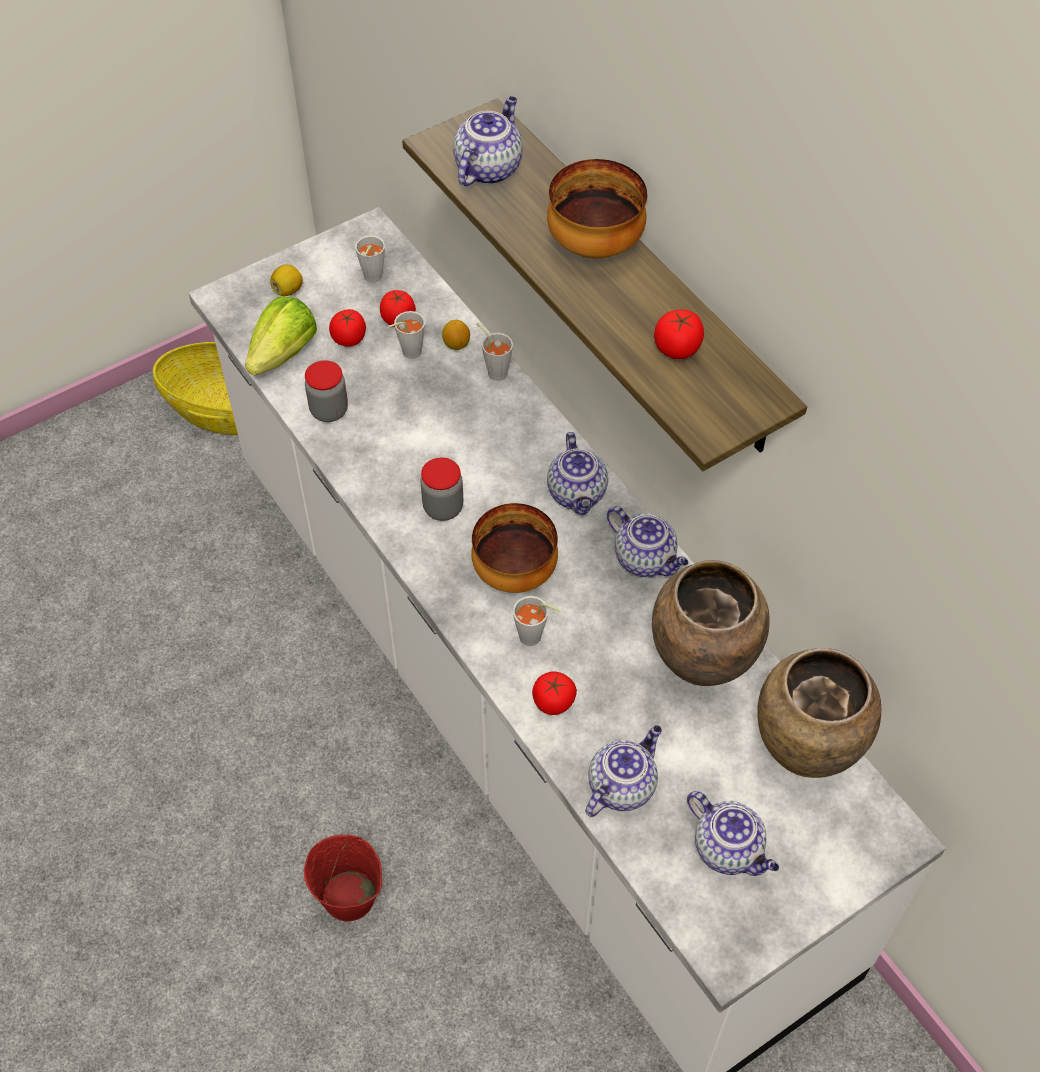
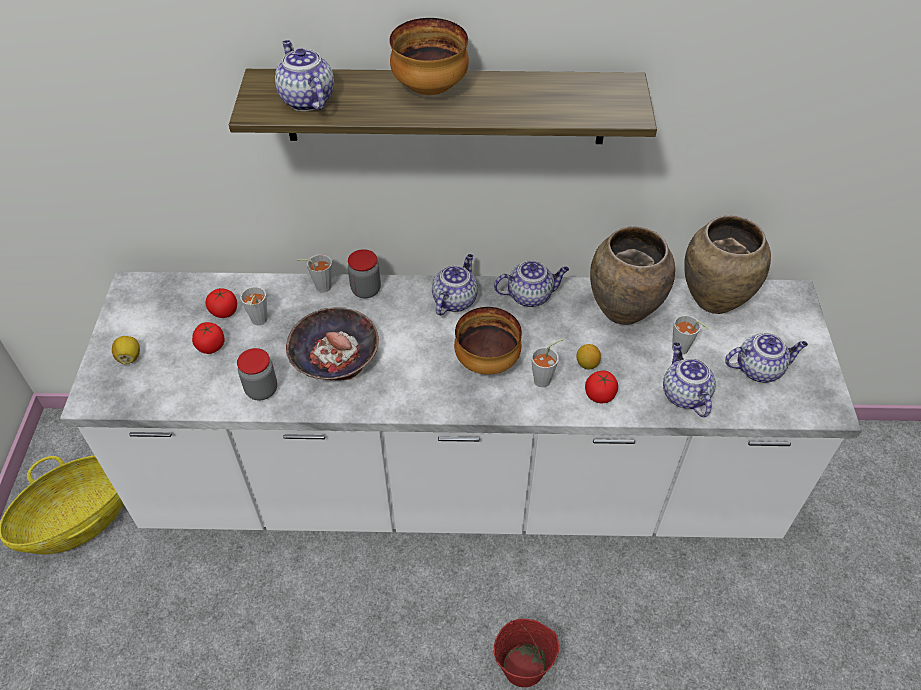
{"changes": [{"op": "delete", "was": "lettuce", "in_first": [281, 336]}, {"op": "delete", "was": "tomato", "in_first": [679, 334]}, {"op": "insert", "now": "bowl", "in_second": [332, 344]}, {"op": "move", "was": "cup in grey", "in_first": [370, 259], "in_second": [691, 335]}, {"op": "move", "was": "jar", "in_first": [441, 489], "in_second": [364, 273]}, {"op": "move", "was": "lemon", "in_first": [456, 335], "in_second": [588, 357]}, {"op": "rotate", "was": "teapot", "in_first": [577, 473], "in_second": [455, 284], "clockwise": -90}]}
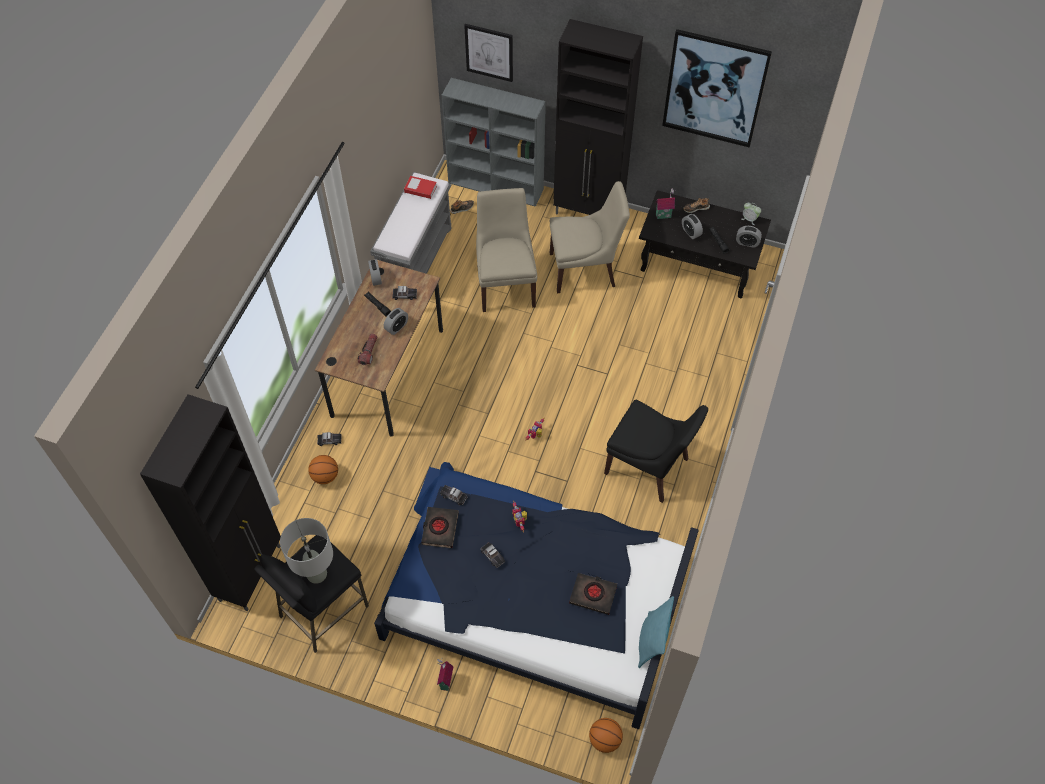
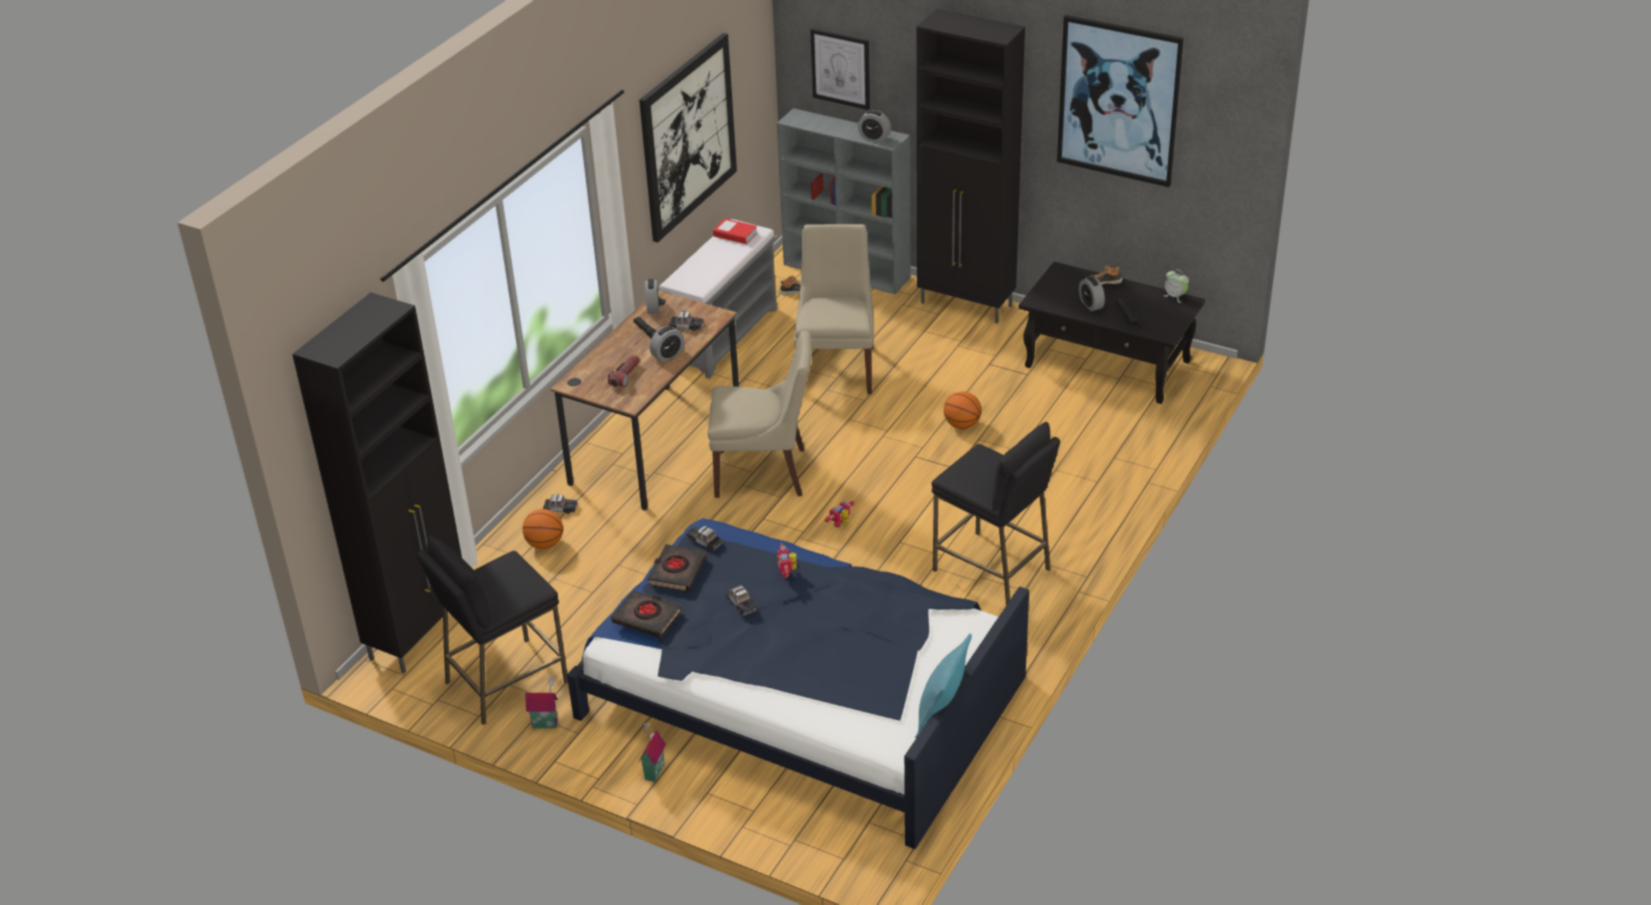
{"changes": [{"op": "delete", "was": "table lamp in grey", "in_first": [306, 551]}, {"op": "insert", "now": "picture", "in_second": [688, 137]}, {"op": "move", "was": "chair in beige", "in_first": [590, 237], "in_second": [760, 414]}, {"op": "move", "was": "book in black", "in_first": [593, 594], "in_second": [646, 614]}, {"op": "move", "was": "basketball", "in_first": [606, 735], "in_second": [962, 410]}, {"op": "move", "was": "toy house", "in_first": [665, 203], "in_second": [542, 702]}, {"op": "move", "was": "alarm clock", "in_first": [749, 237], "in_second": [874, 126]}, {"op": "replace", "was": "chair in black", "now": "stool in black", "in_first": [656, 451], "in_second": [996, 513]}]}
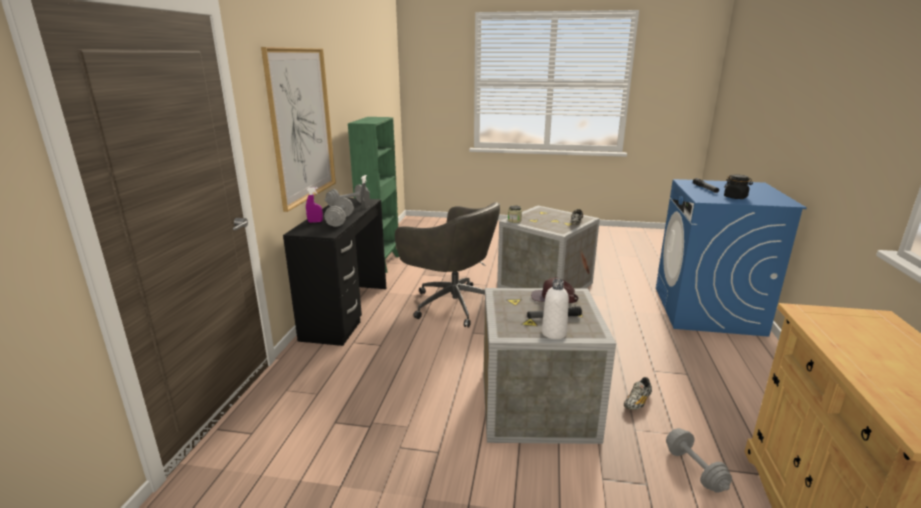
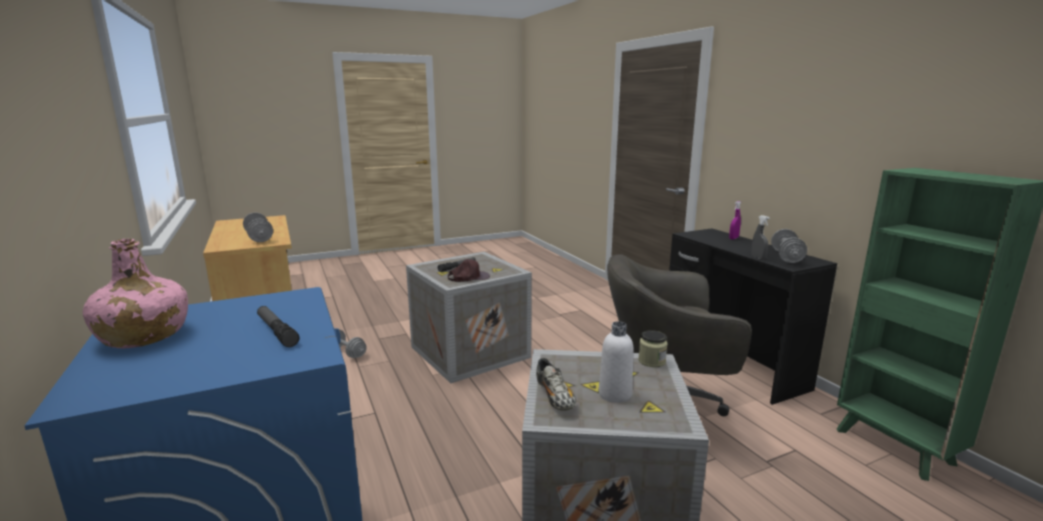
{"changes": [{"op": "delete", "was": "picture", "in_first": [298, 129]}, {"op": "delete", "was": "shoe", "in_first": [638, 393]}, {"op": "delete", "was": "jar in black", "in_first": [738, 186]}, {"op": "insert", "now": "bottle in pink", "in_second": [135, 293]}, {"op": "move", "was": "dumbbell in grey", "in_first": [339, 212], "in_second": [258, 227]}, {"op": "move", "was": "bottle in white", "in_first": [555, 309], "in_second": [616, 362]}]}
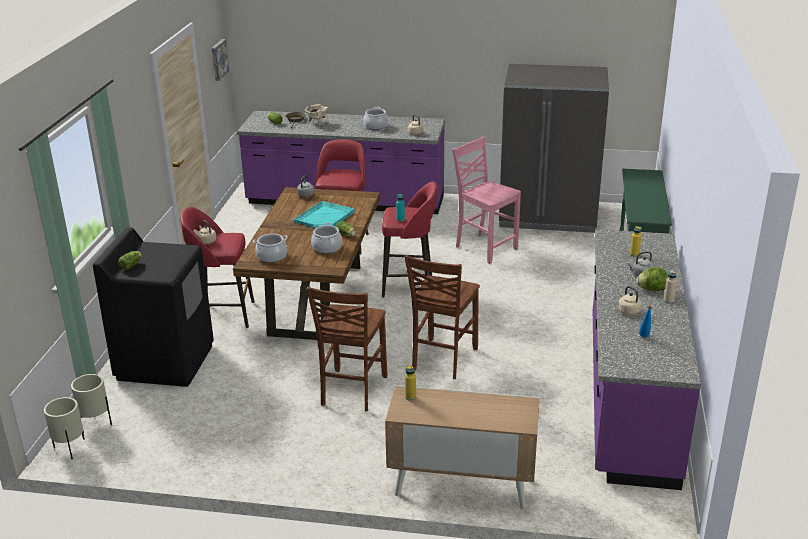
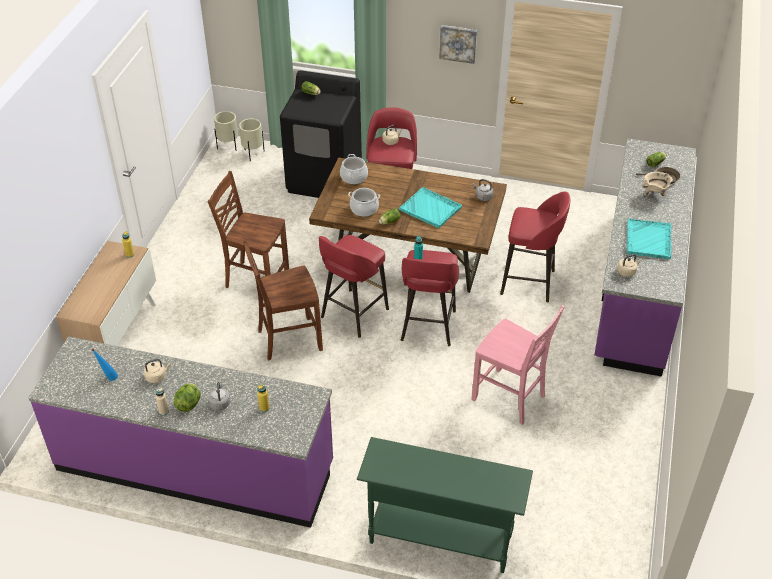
{"changes": [{"op": "delete", "was": "fridge in grey", "in_first": [554, 148]}, {"op": "insert", "now": "stool in red", "in_second": [354, 286]}, {"op": "move", "was": "picture", "in_first": [220, 60], "in_second": [458, 44]}, {"op": "replace", "was": "cooking pot", "now": "tray in turquoise", "in_first": [375, 118], "in_second": [648, 238]}, {"op": "rotate", "was": "chair in brown", "in_first": [442, 317], "in_second": [283, 299], "clockwise": -45}, {"op": "rotate", "was": "chair in pink", "in_first": [486, 200], "in_second": [518, 365], "clockwise": 75}]}
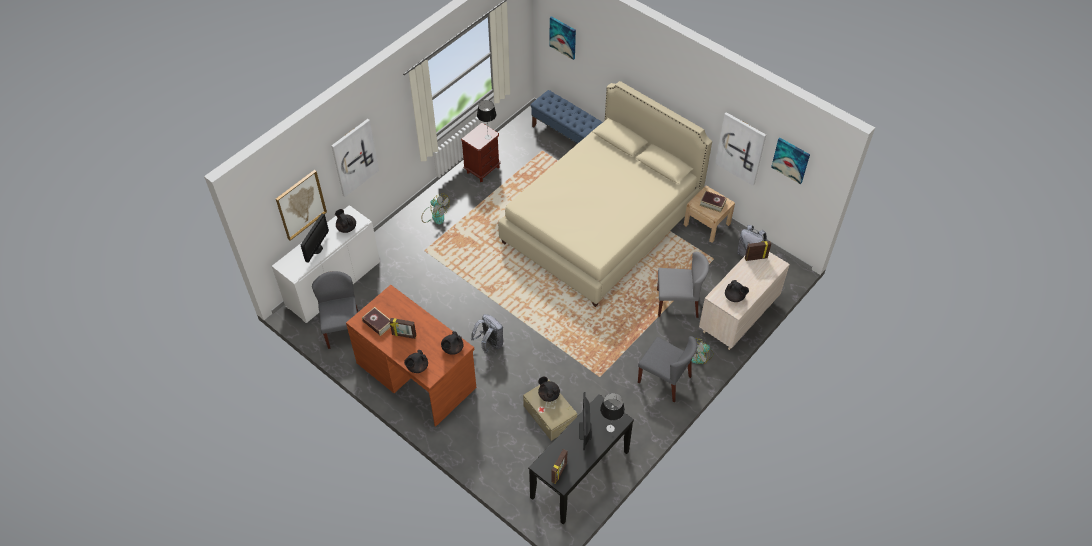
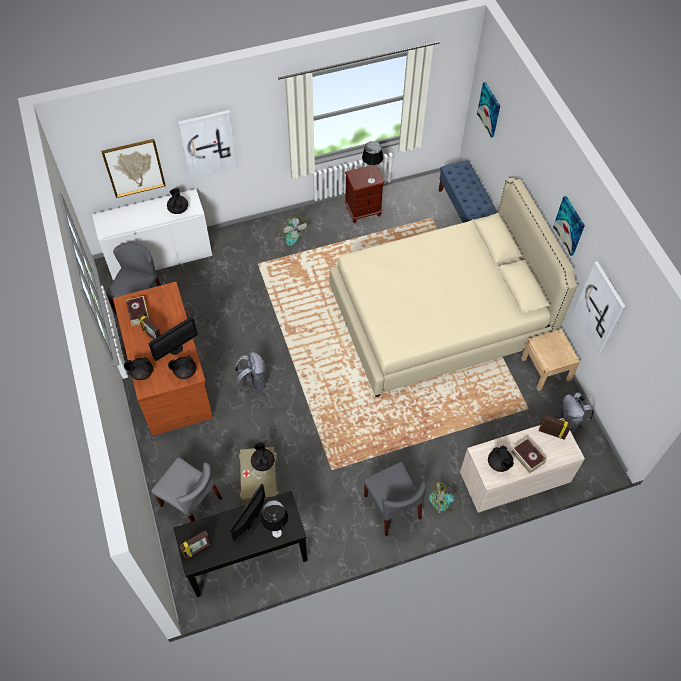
{"changes": [{"op": "move", "was": "monitor", "in_first": [315, 238], "in_second": [173, 339]}, {"op": "move", "was": "chair in grey", "in_first": [683, 285], "in_second": [186, 489]}, {"op": "move", "was": "book", "in_first": [713, 202], "in_second": [528, 455]}, {"op": "move", "was": "picture", "in_first": [790, 161], "in_second": [569, 226]}]}
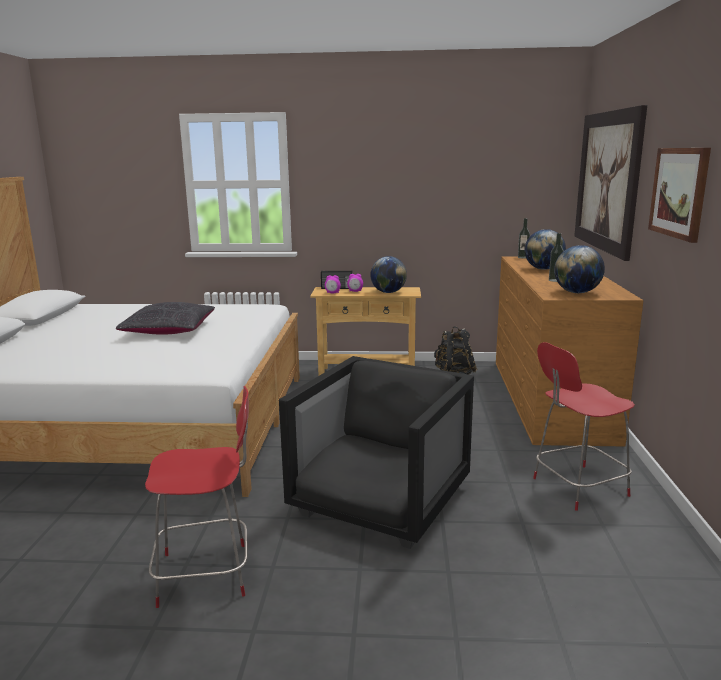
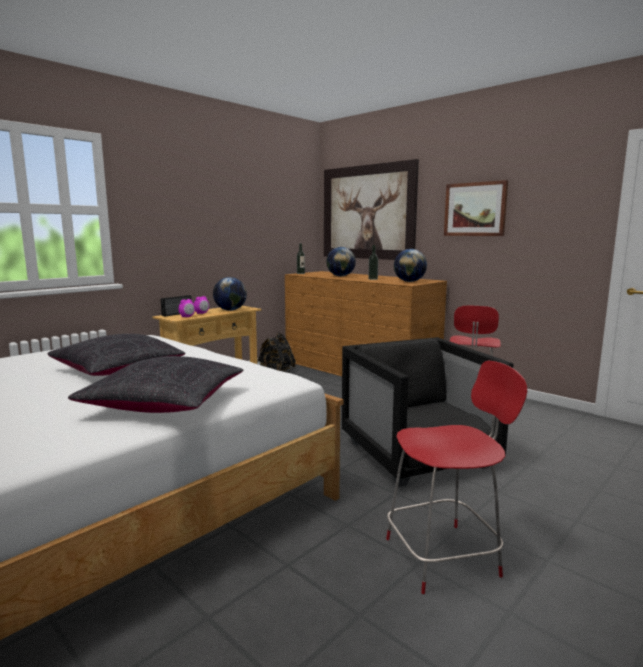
{"changes": [{"op": "insert", "now": "pillow in black", "in_second": [155, 384]}, {"op": "rotate", "was": "chair in red", "in_first": [197, 497], "in_second": [456, 477], "clockwise": 45}]}
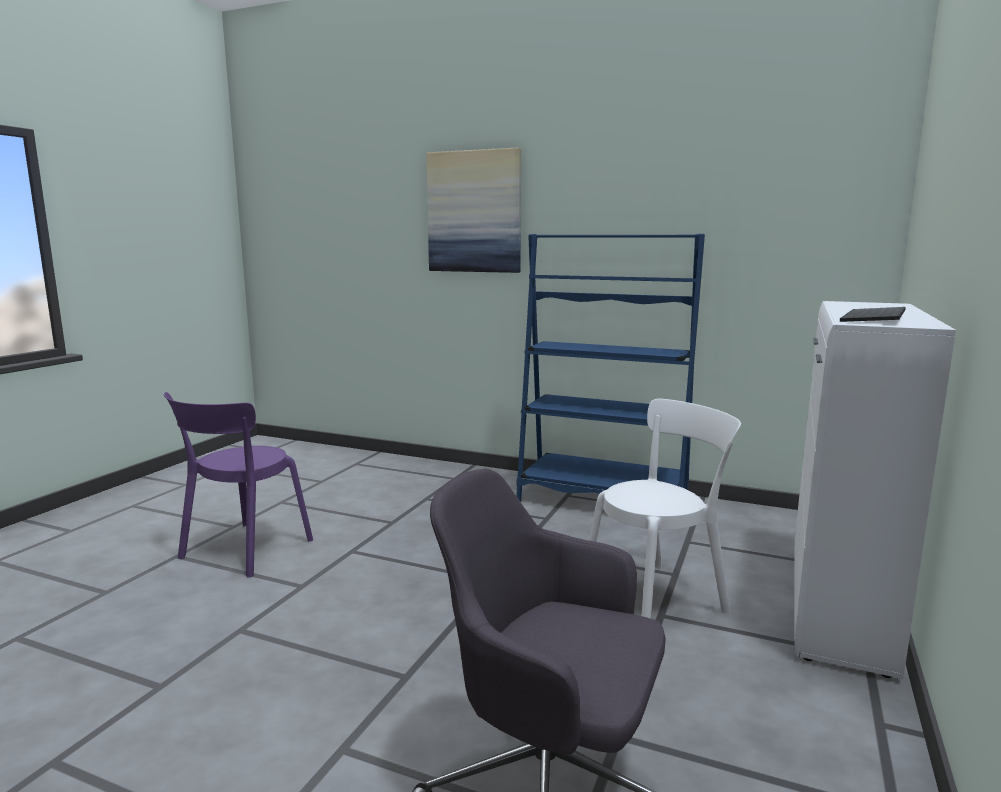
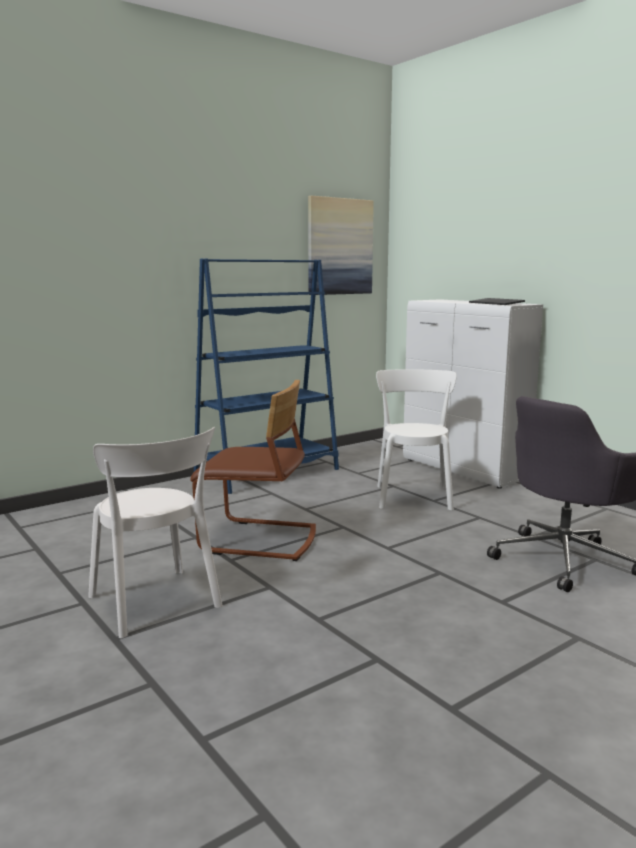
{"changes": [{"op": "insert", "now": "chair in brown", "in_second": [253, 470]}, {"op": "move", "was": "picture", "in_first": [473, 210], "in_second": [341, 245]}, {"op": "recolor", "was": "chair in purple", "now": "chair in white", "in_first": [238, 485], "in_second": [155, 532]}]}
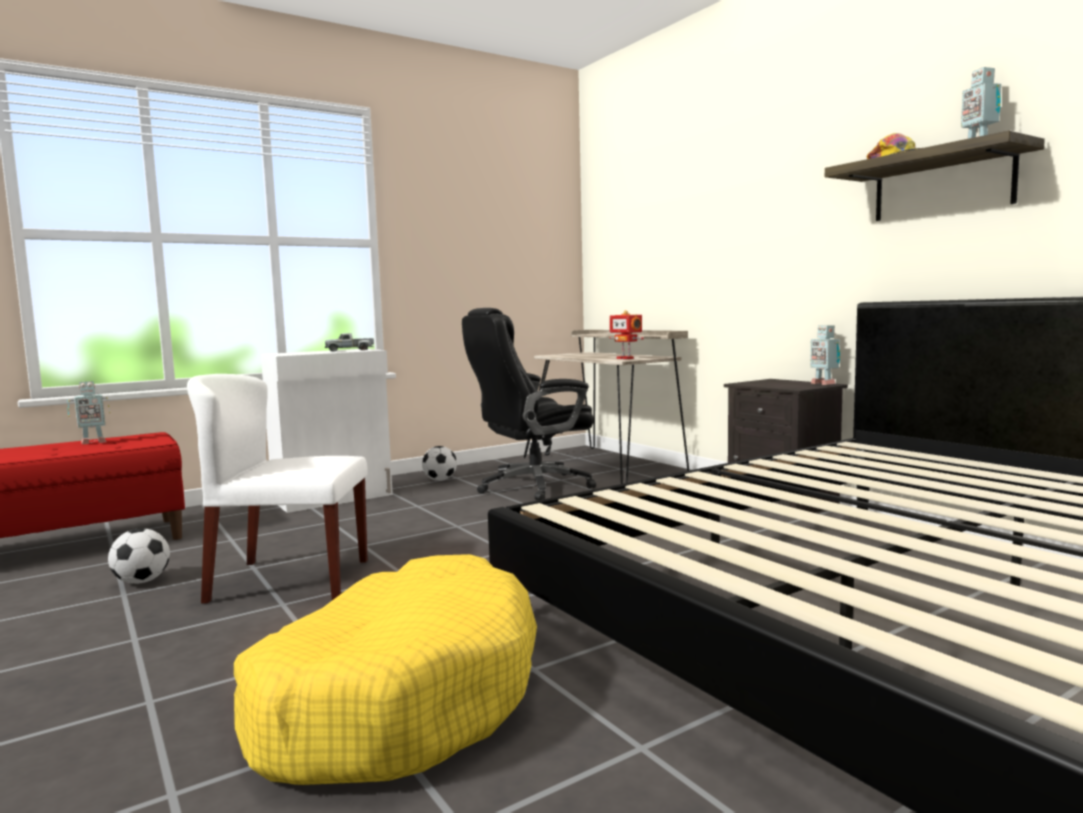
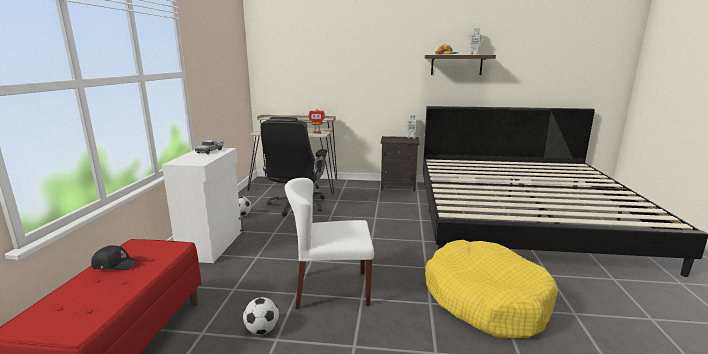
{"changes": [{"op": "replace", "was": "toy robot", "now": "cap in black", "in_first": [88, 412], "in_second": [114, 257]}, {"op": "rotate", "was": "chair in white", "in_first": [277, 488], "in_second": [329, 243], "clockwise": 45}]}
